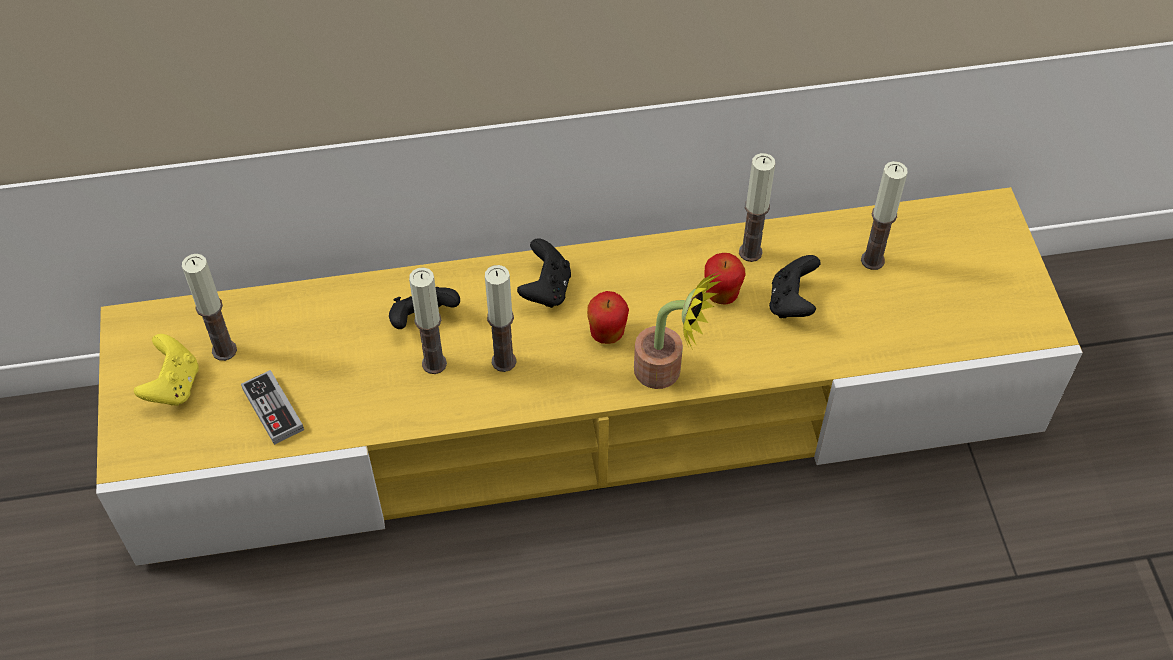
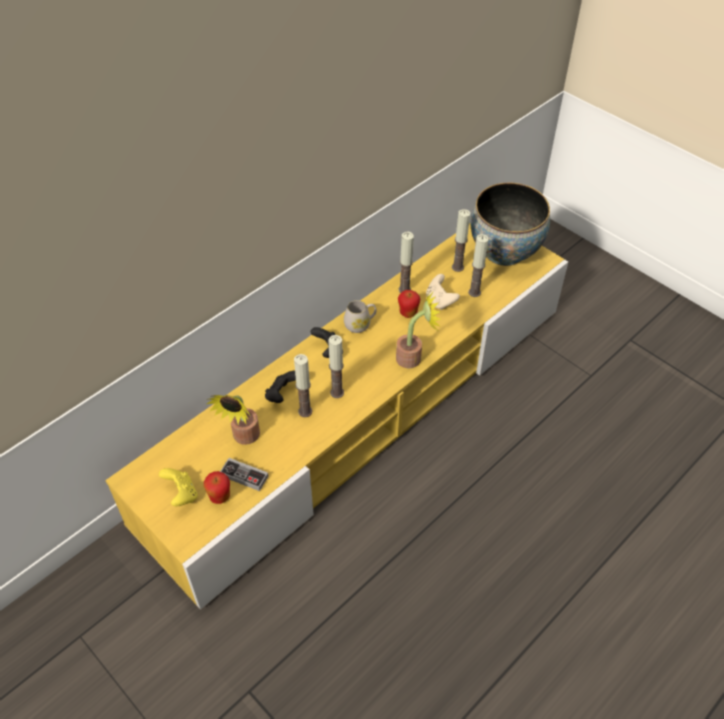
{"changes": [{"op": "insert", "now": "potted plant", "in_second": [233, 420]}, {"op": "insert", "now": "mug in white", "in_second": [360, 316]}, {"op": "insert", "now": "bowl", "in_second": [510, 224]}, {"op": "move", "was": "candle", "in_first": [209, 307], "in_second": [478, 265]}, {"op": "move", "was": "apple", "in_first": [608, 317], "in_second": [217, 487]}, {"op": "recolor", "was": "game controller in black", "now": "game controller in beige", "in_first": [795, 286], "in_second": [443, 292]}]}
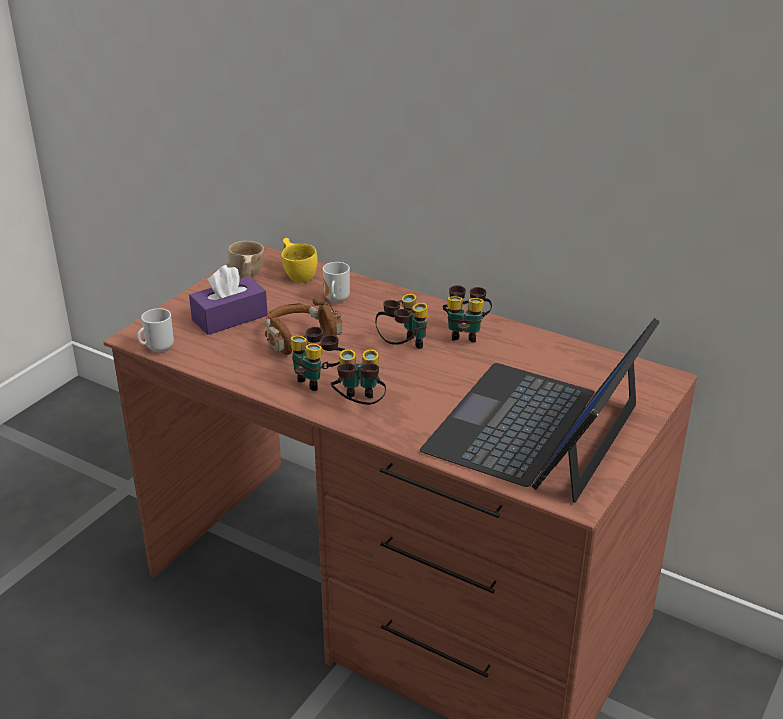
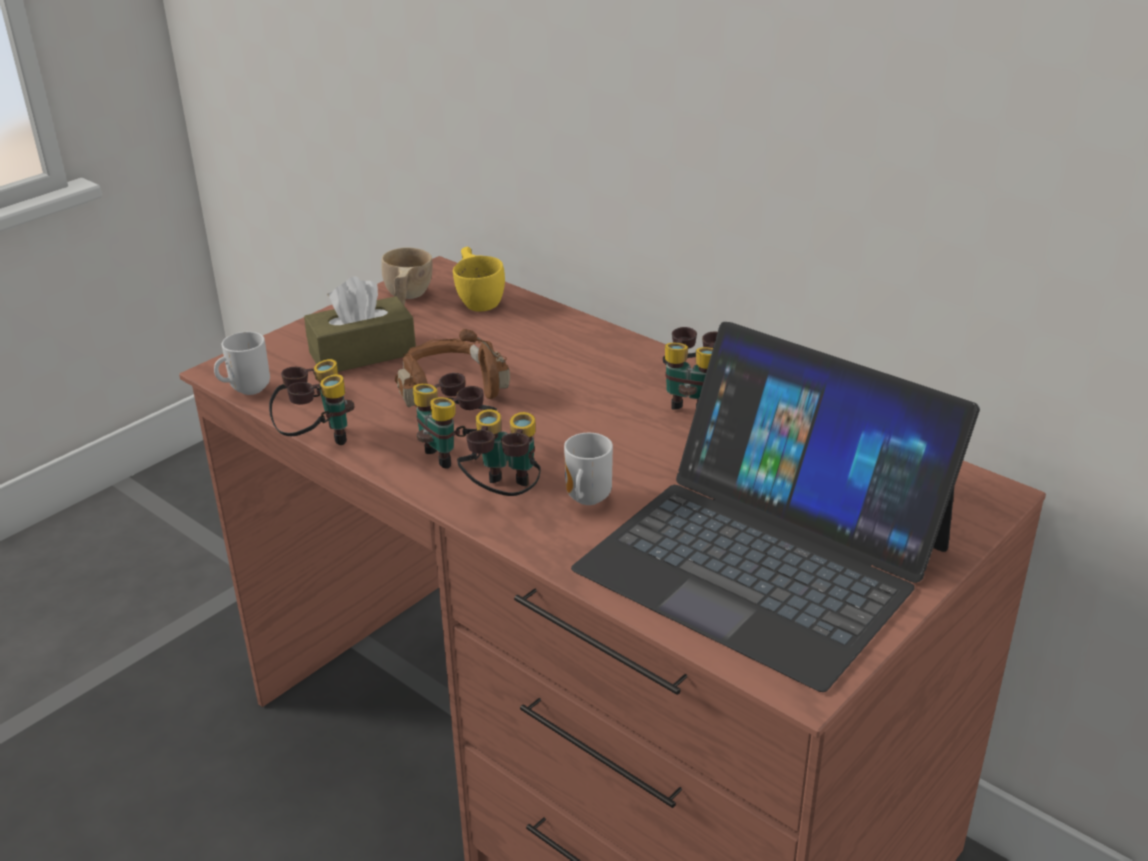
{"changes": [{"op": "move", "was": "mug", "in_first": [336, 282], "in_second": [588, 469]}, {"op": "move", "was": "binoculars", "in_first": [401, 321], "in_second": [311, 402]}, {"op": "recolor", "was": "tissue box in purple", "now": "tissue box in brown", "in_first": [228, 300], "in_second": [360, 324]}, {"op": "rotate", "was": "laptop", "in_first": [540, 410], "in_second": [775, 507], "clockwise": -90}]}
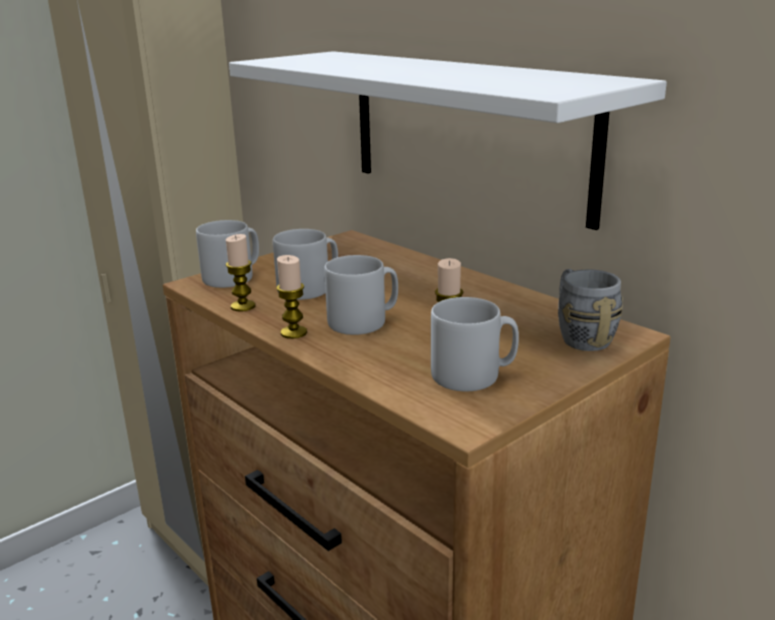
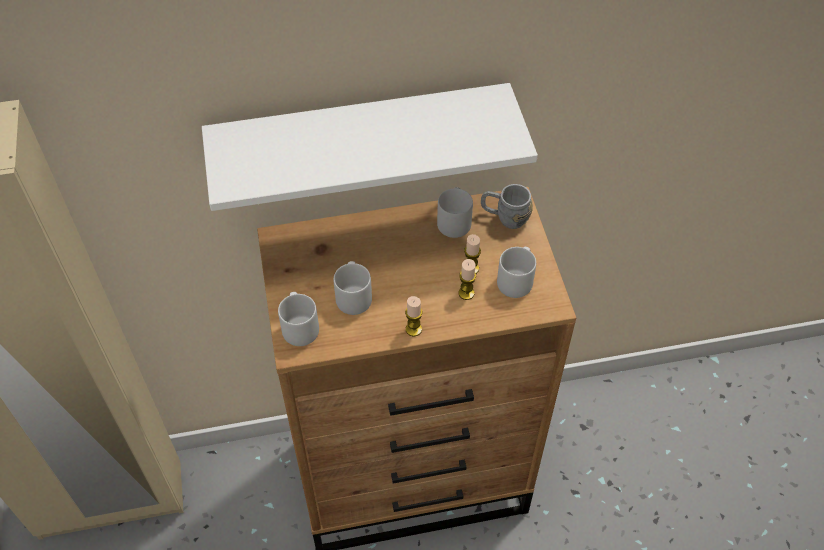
{"changes": [{"op": "move", "was": "candle", "in_first": [240, 273], "in_second": [467, 279]}, {"op": "move", "was": "mug in grey", "in_first": [361, 295], "in_second": [455, 212]}]}
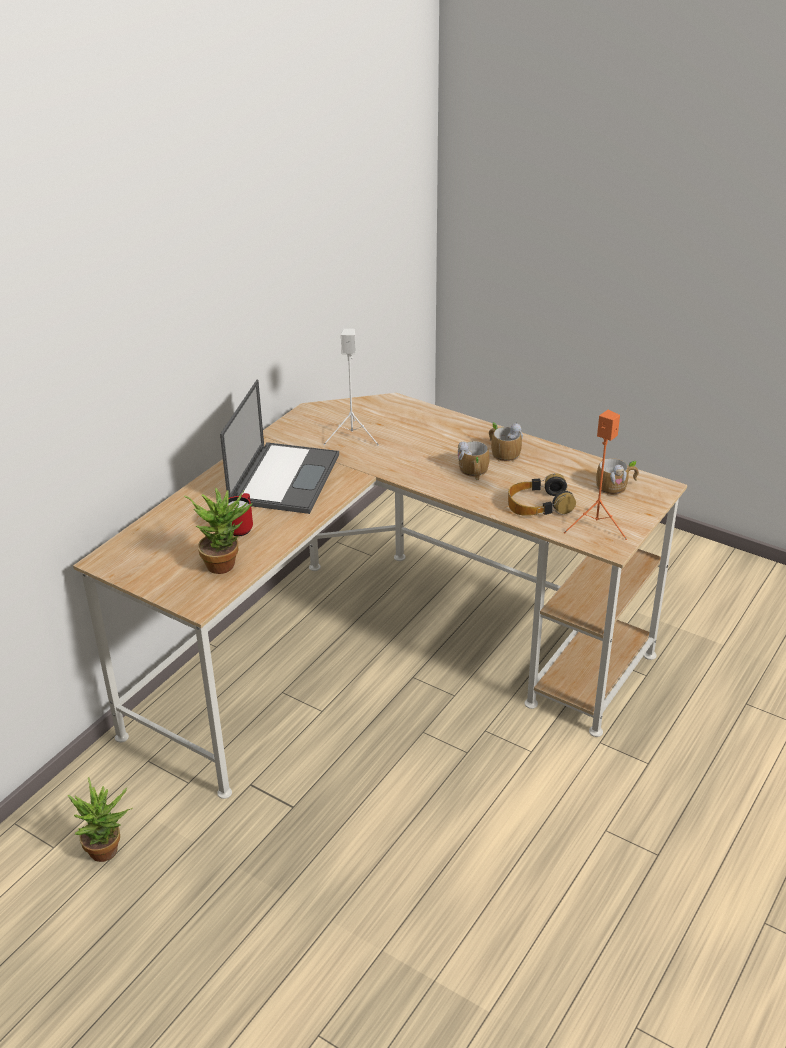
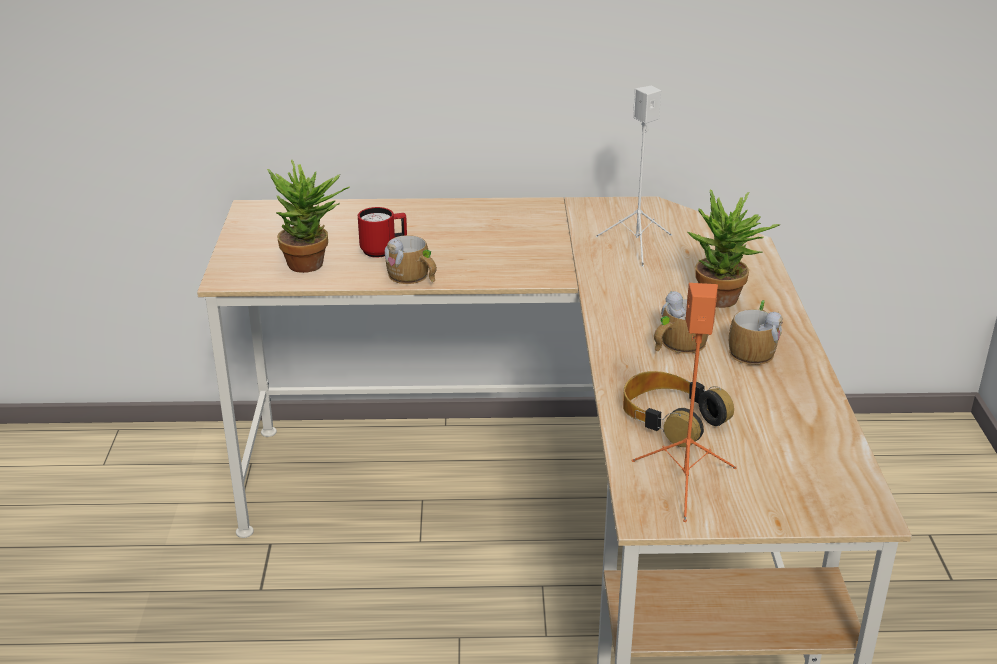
{"changes": [{"op": "delete", "was": "laptop", "in_first": [279, 447]}, {"op": "move", "was": "potted plant", "in_first": [100, 819], "in_second": [734, 248]}, {"op": "move", "was": "mug", "in_first": [617, 476], "in_second": [411, 259]}]}
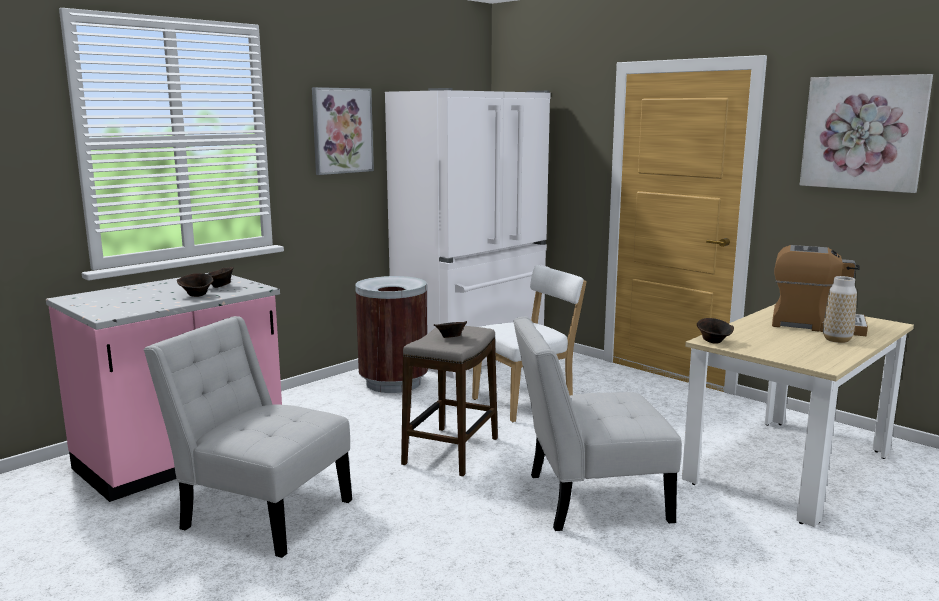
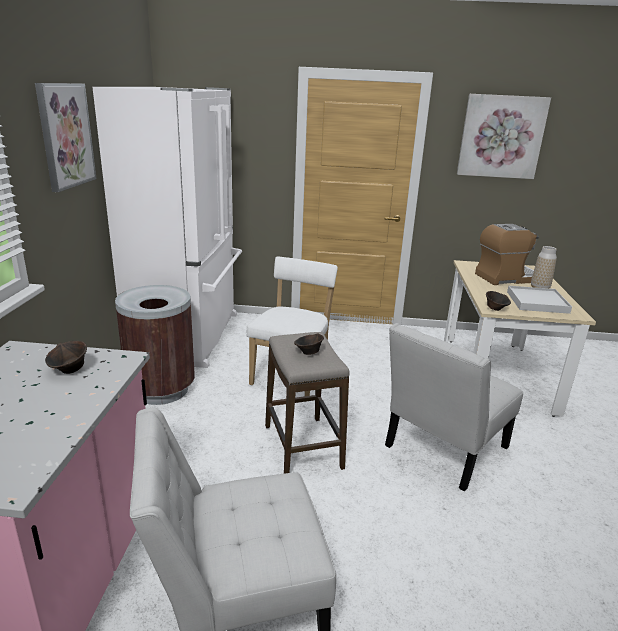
{"changes": [{"op": "delete", "was": "bowl in brown", "in_first": [195, 285]}, {"op": "insert", "now": "tray in white", "in_second": [539, 300]}]}
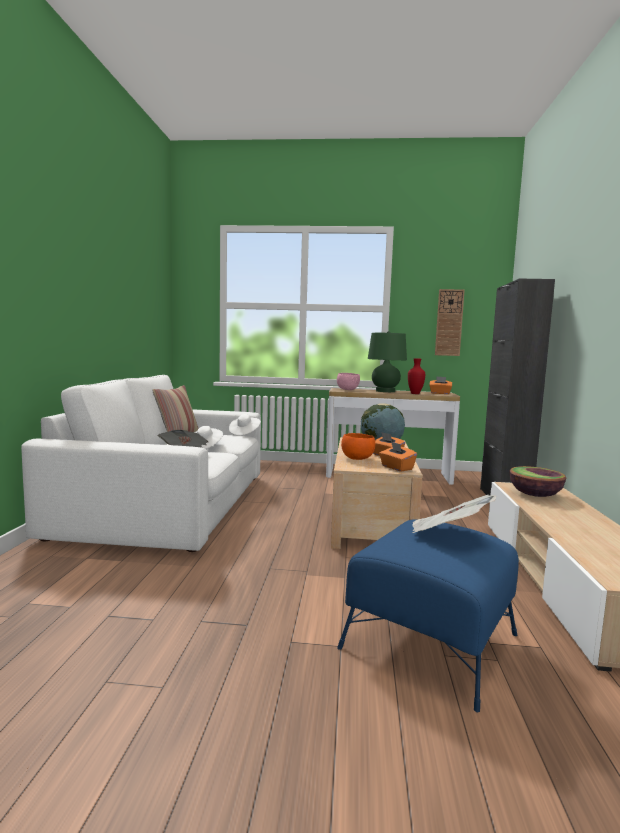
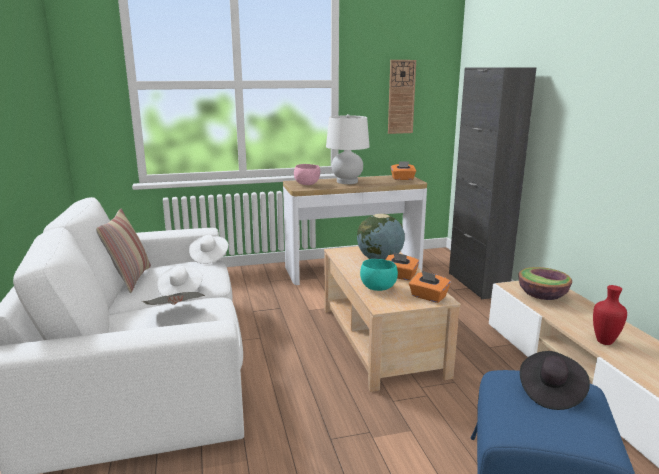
{"changes": [{"op": "move", "was": "vase in red", "in_first": [416, 376], "in_second": [610, 315]}, {"op": "replace", "was": "newspaper", "now": "hat in black", "in_first": [454, 514], "in_second": [555, 380]}, {"op": "recolor", "was": "bowl in orange", "now": "bowl in turquoise", "in_first": [358, 446], "in_second": [379, 275]}, {"op": "recolor", "was": "table lamp in green", "now": "table lamp in white", "in_first": [387, 361], "in_second": [348, 149]}]}
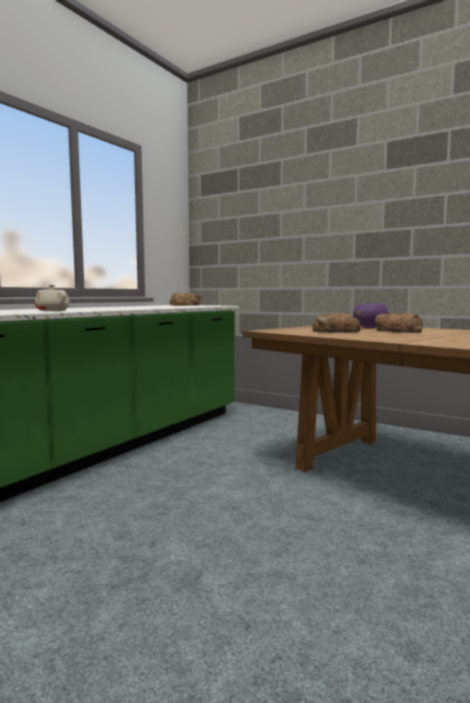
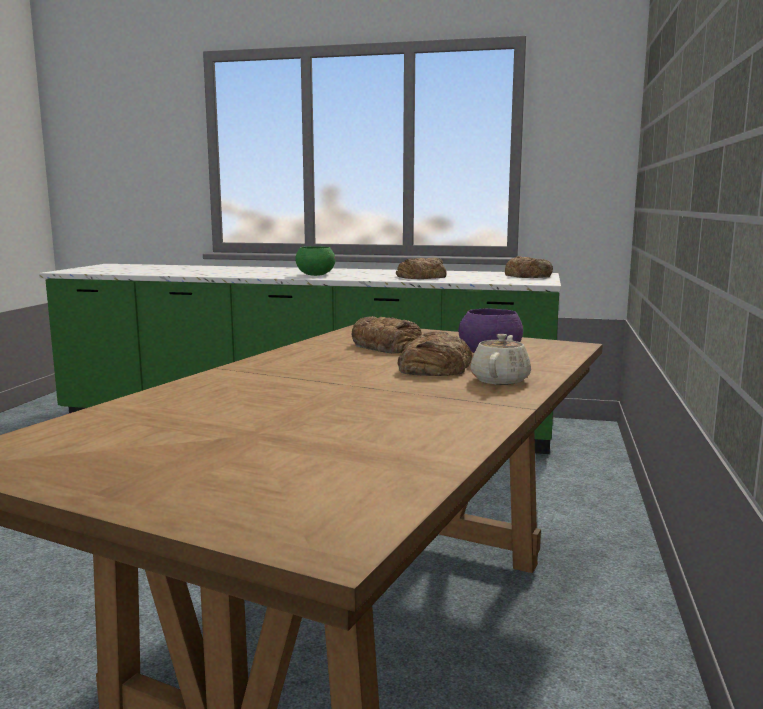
{"changes": [{"op": "insert", "now": "bowl in green", "in_second": [315, 261]}, {"op": "insert", "now": "bread", "in_second": [421, 268]}, {"op": "move", "was": "teapot in beige", "in_first": [52, 298], "in_second": [500, 359]}]}
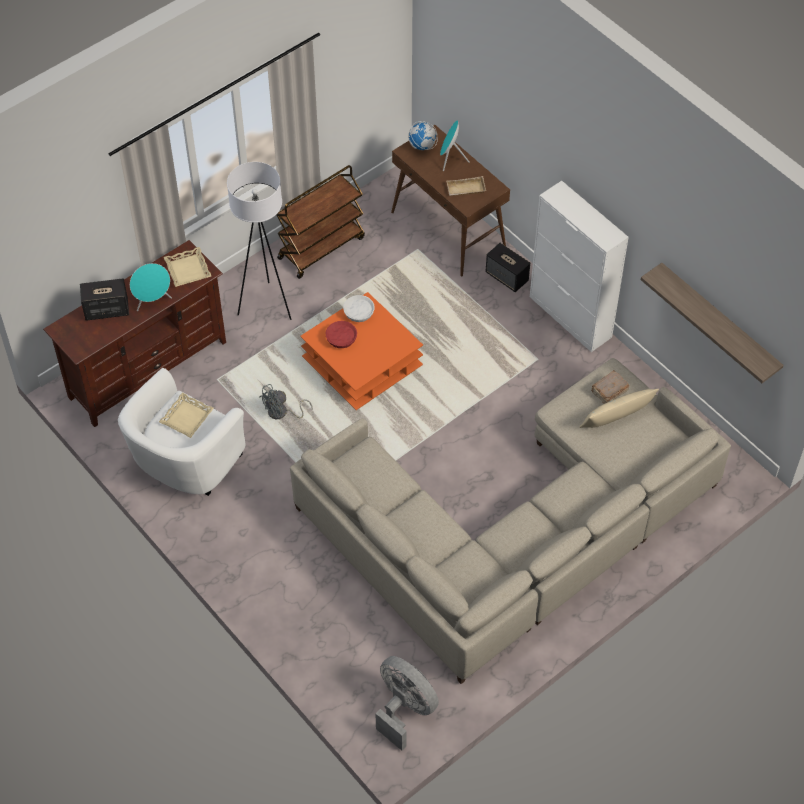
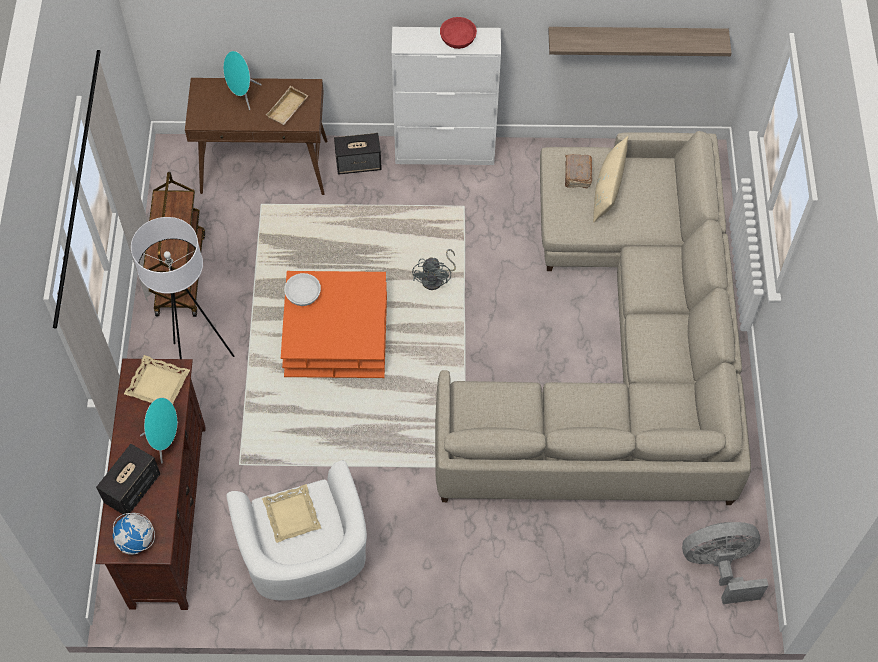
{"changes": [{"op": "move", "was": "fan in grey", "in_first": [286, 401], "in_second": [434, 269]}, {"op": "move", "was": "bowl in red", "in_first": [341, 334], "in_second": [458, 33]}, {"op": "move", "was": "globe", "in_first": [423, 135], "in_second": [134, 534]}]}
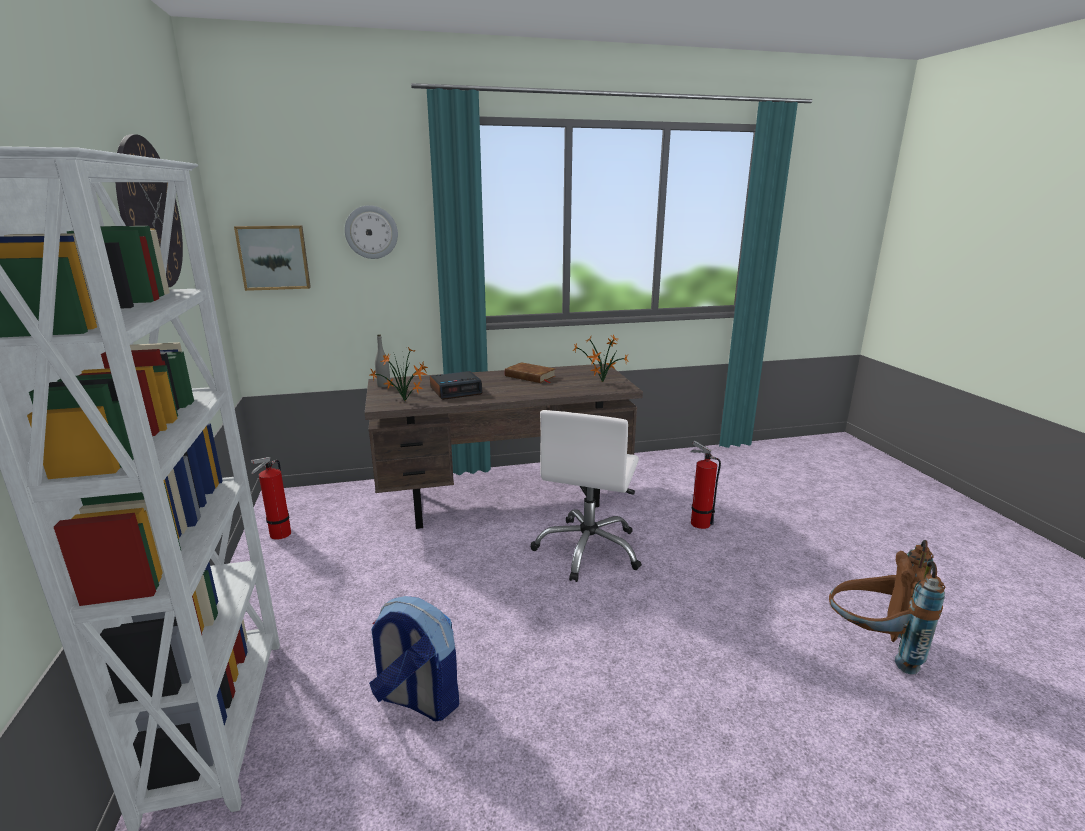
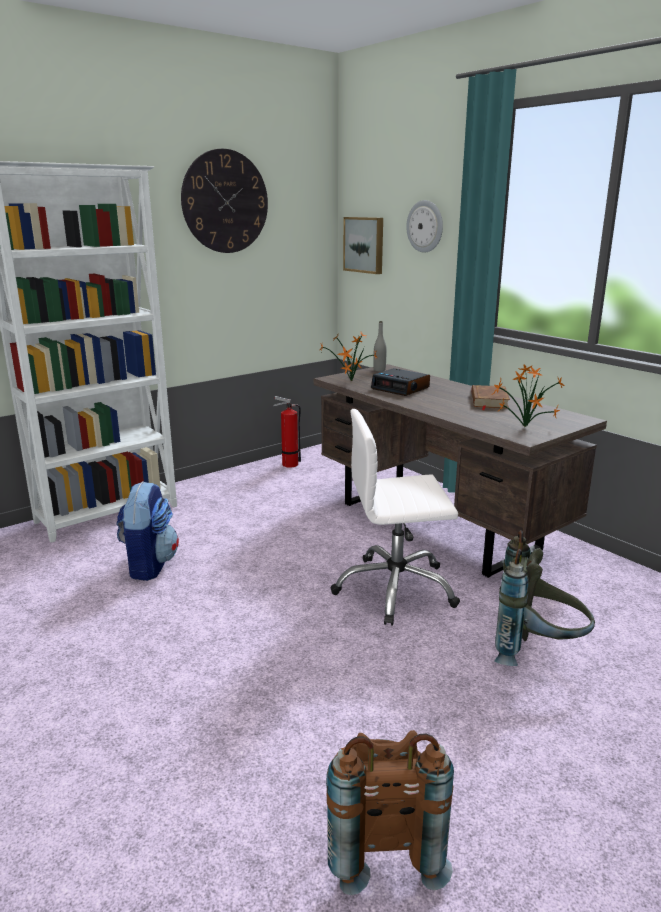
{"changes": [{"op": "replace", "was": "fire extinguisher", "now": "backpack in grey", "in_first": [705, 485], "in_second": [544, 598]}]}
